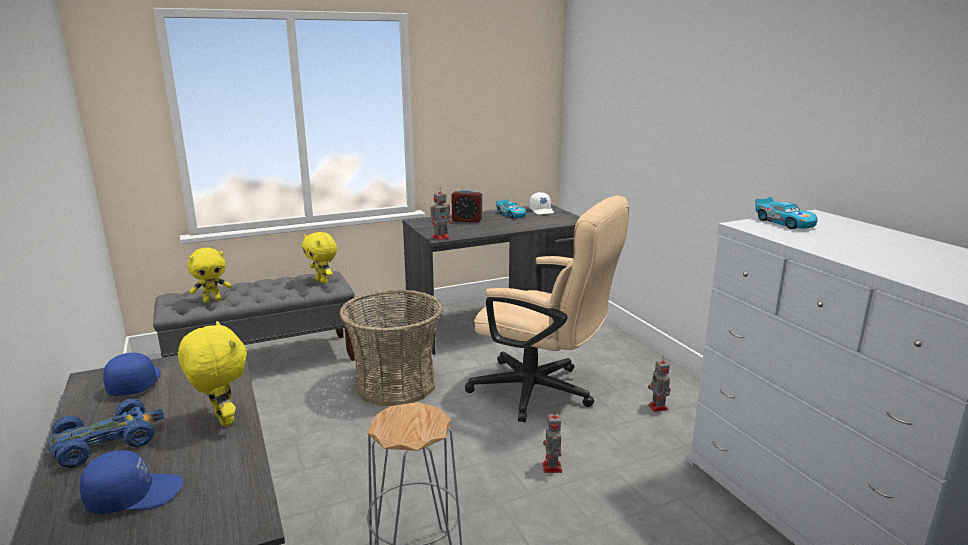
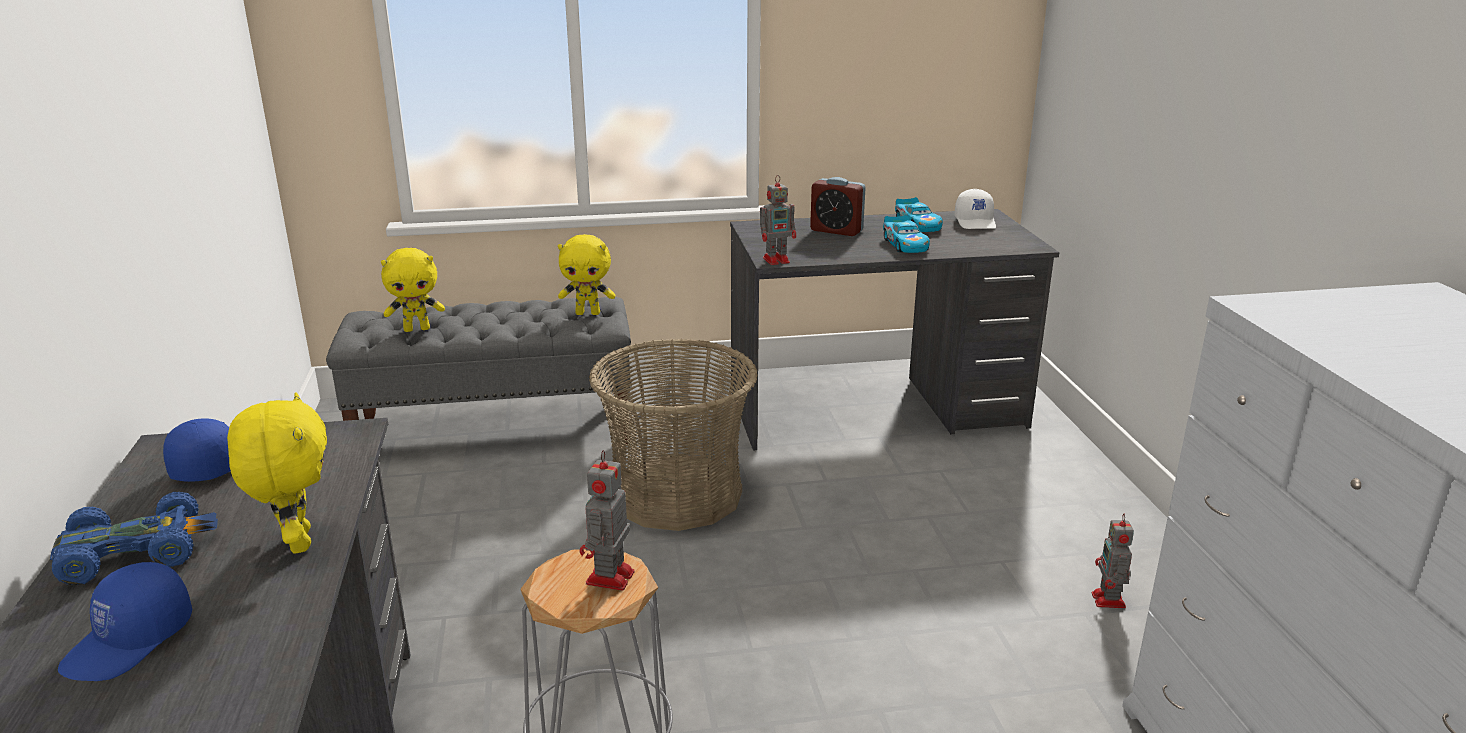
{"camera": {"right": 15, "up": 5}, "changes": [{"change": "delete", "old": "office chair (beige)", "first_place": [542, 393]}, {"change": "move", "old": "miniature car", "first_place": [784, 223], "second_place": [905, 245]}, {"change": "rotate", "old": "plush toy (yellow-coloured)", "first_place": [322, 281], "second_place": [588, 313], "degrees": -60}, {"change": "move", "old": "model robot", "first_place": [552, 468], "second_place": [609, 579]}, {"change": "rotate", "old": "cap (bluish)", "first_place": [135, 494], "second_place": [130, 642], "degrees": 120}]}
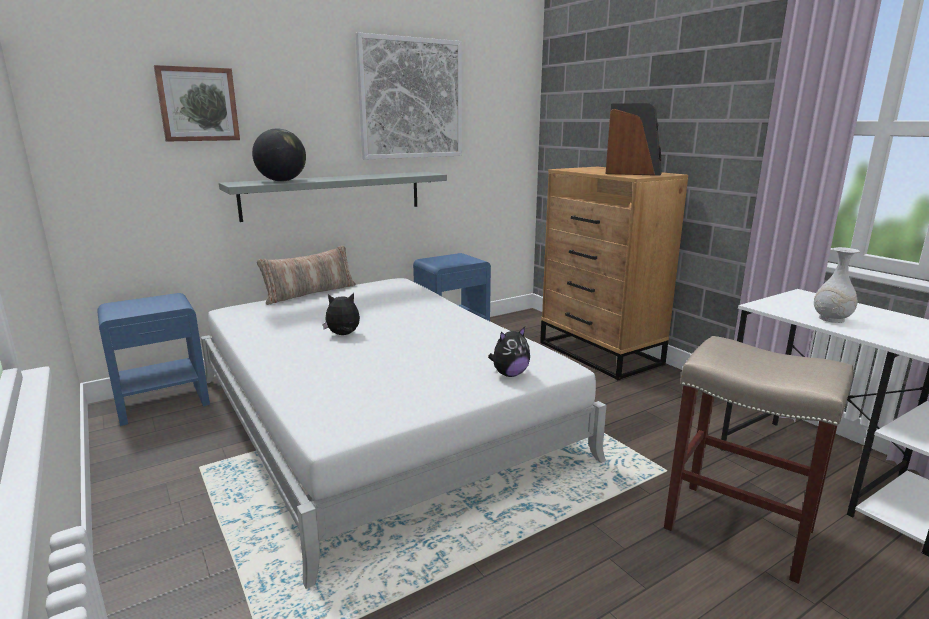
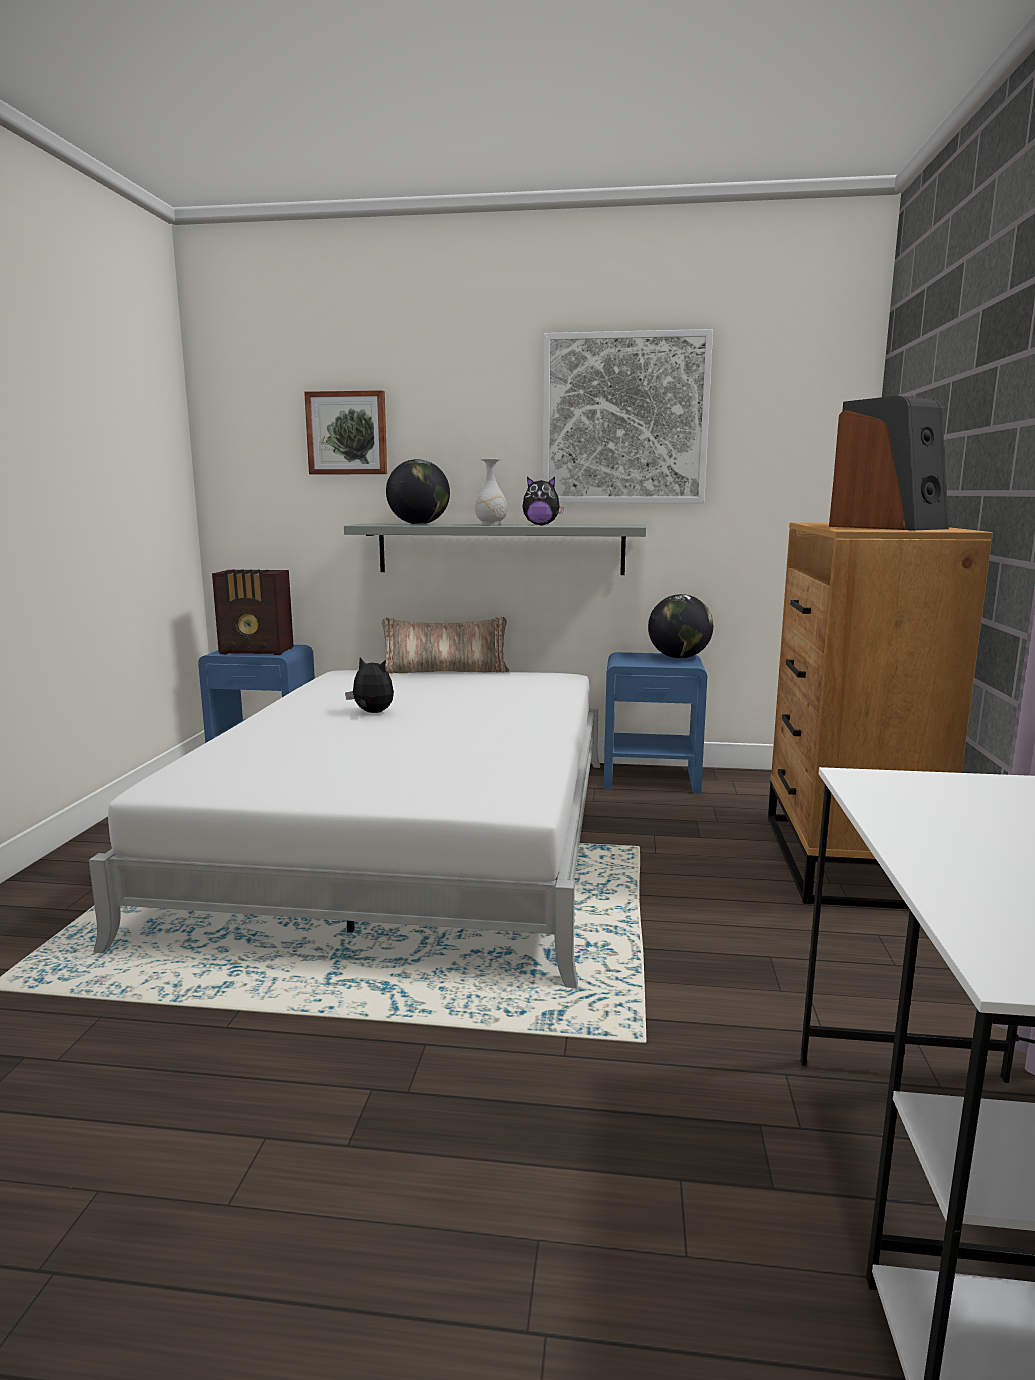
{"camera": {"right": 40, "up": -5}, "changes": [{"change": "move", "old": "vase (whitish)", "first_place": [831, 319], "second_place": [490, 524]}, {"change": "move", "old": "plush toy", "first_place": [509, 374], "second_place": [541, 525]}, {"change": "delete", "old": "sitting stool (beige)", "first_place": [736, 528]}, {"change": "insert", "new": "radio", "second_place": [257, 651]}, {"change": "insert", "new": "desk globe", "second_place": [679, 657]}]}
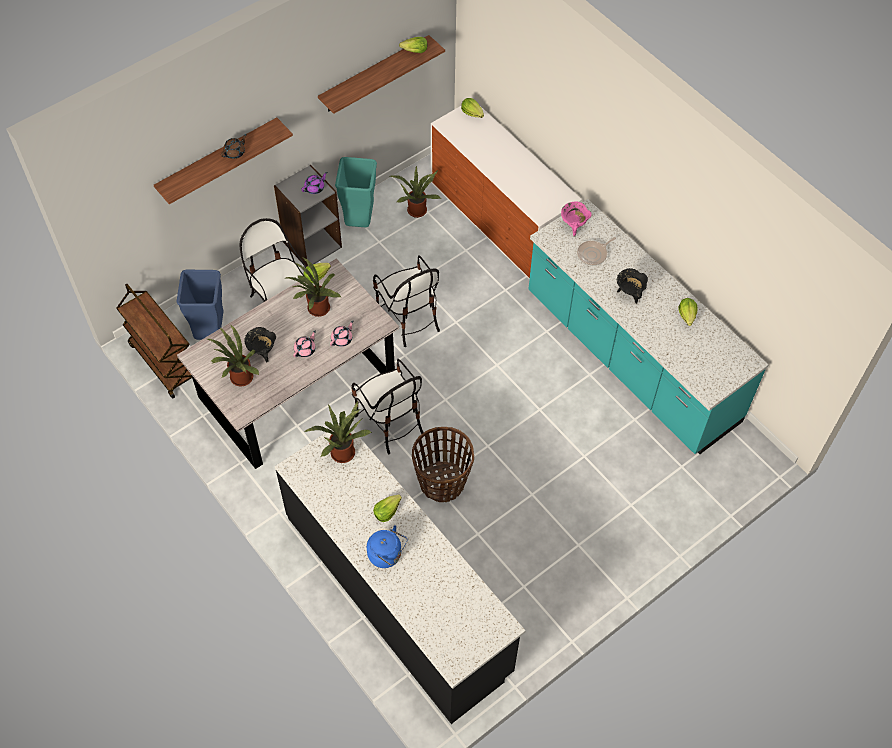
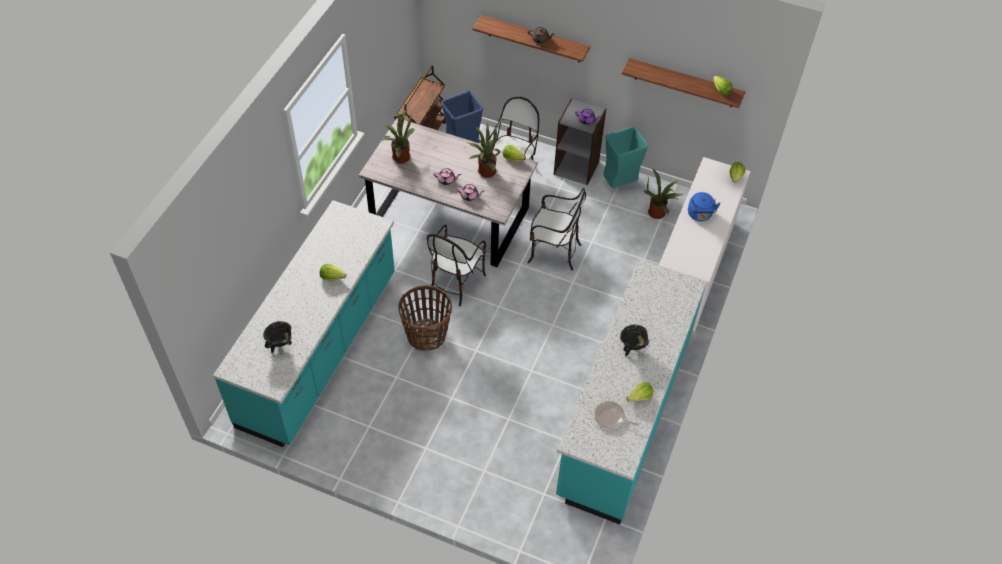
{"camera": {"right": 60, "up": -5}, "changes": [{"change": "delete", "old": "saucepot (pink-coloured)", "first_place": [573, 226]}, {"change": "move", "old": "frying pan", "first_place": [593, 254], "second_place": [611, 417]}, {"change": "rotate", "old": "upright chair", "first_place": [408, 319], "second_place": [553, 252], "degrees": -105}, {"change": "move", "old": "saucepot (blackish)", "first_place": [262, 352], "second_place": [280, 344]}, {"change": "delete", "old": "houseplant", "first_place": [342, 450]}, {"change": "recolor", "old": "kitchen counter (blackish)", "new": "kitchen counter (turquoise-coloured)", "first_place": [398, 593], "second_place": [320, 349]}, {"change": "move", "old": "water kettle (bluish)", "first_place": [387, 555], "second_place": [700, 215]}]}
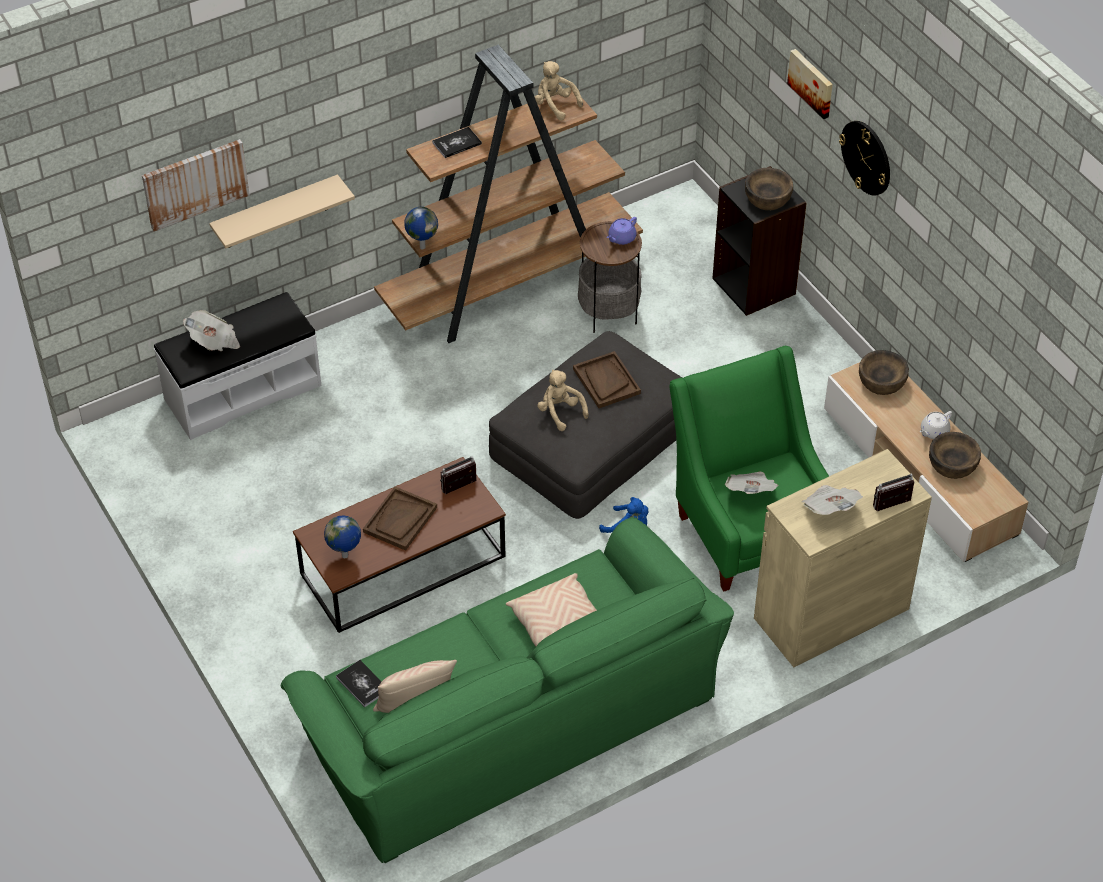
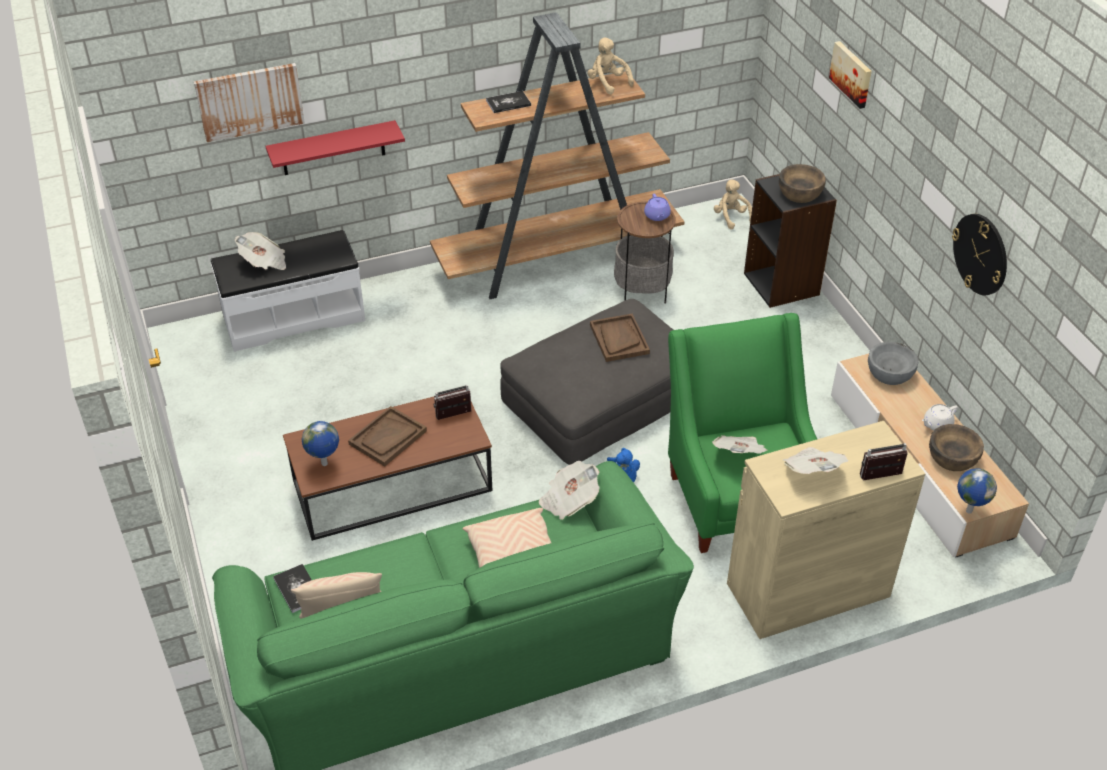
{"camera": {"right": 10, "up": -5}, "changes": [{"change": "move", "old": "hanging clock", "first_place": [866, 157], "second_place": [980, 254]}, {"change": "recolor", "old": "shelf (beige)", "new": "shelf (reddish)", "first_place": [275, 213], "second_place": [333, 148]}, {"change": "move", "old": "desk globe", "first_place": [422, 247], "second_place": [968, 510]}, {"change": "rotate", "old": "teapot (purple)", "first_place": [621, 238], "second_place": [657, 216], "degrees": -60}, {"change": "recolor", "old": "serving bowl (brownish)", "new": "serving bowl (grey)", "first_place": [881, 382], "second_place": [889, 373]}, {"change": "move", "old": "plush toy (beige)", "first_place": [560, 412], "second_place": [731, 217]}, {"change": "insert", "new": "printed paper", "second_place": [569, 500]}]}
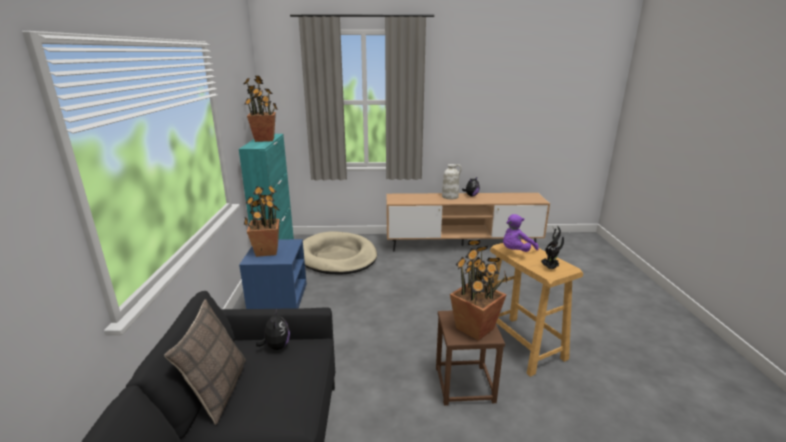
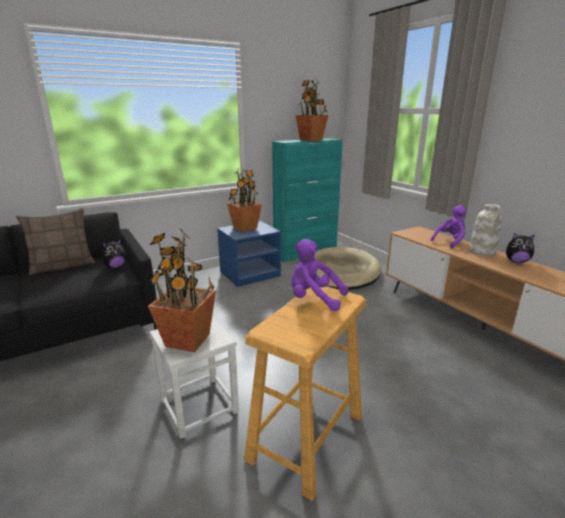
{"camera": {"right": 60, "up": 0}, "changes": [{"change": "delete", "old": "houseplant", "first_place": [550, 268]}, {"change": "recolor", "old": "sitting stool (brownish)", "new": "sitting stool (whitish)", "first_place": [464, 384], "second_place": [199, 405]}, {"change": "insert", "new": "plush toy (purple)", "second_place": [450, 241]}]}
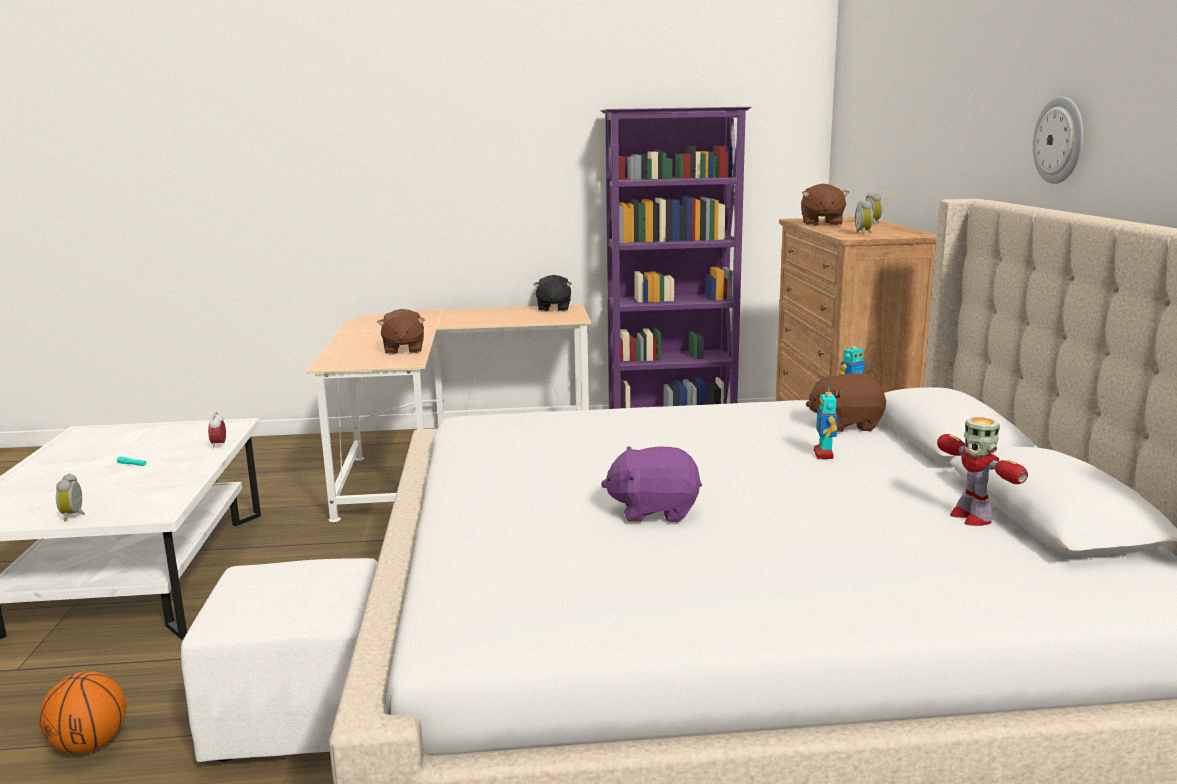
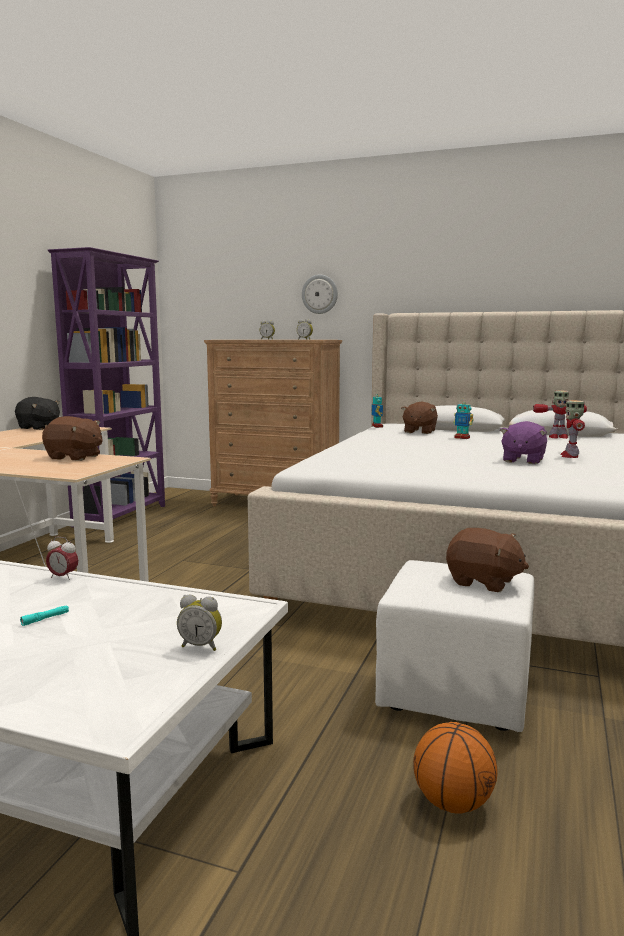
{"camera": {"right": -65, "up": -5}, "changes": [{"change": "move", "old": "hanging clock", "first_place": [1060, 140], "second_place": [320, 294]}, {"change": "move", "old": "plush toy (brownish)", "first_place": [821, 224], "second_place": [483, 582]}, {"change": "insert", "new": "model robot", "second_place": [570, 456]}]}
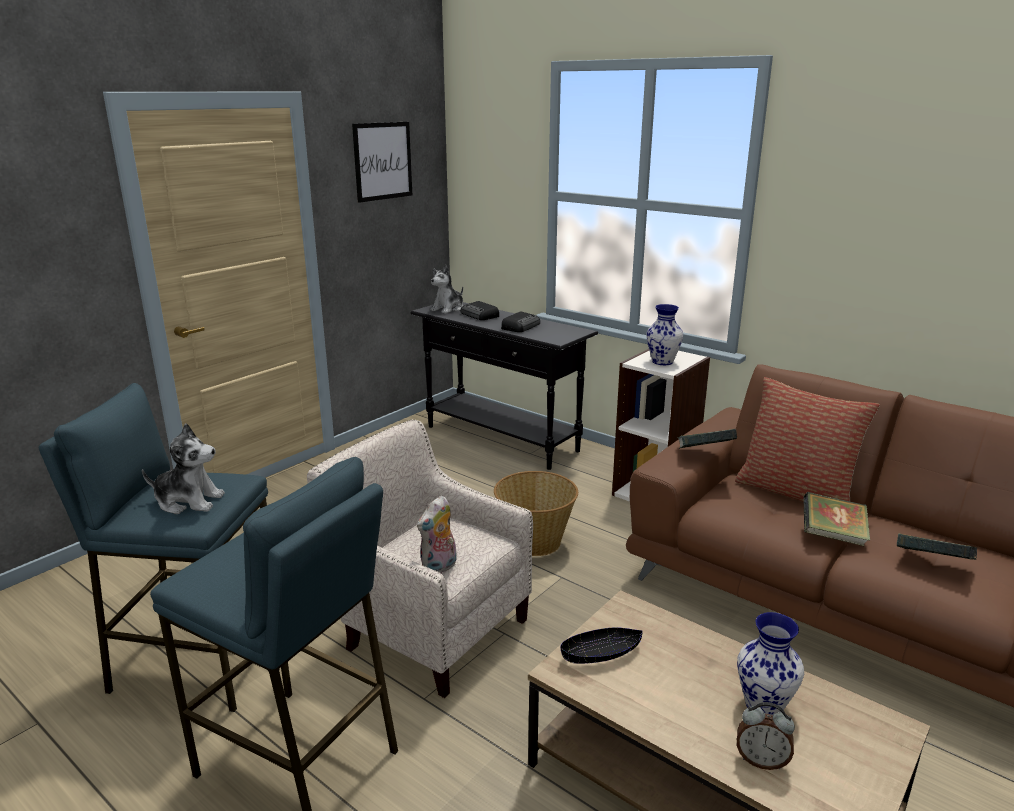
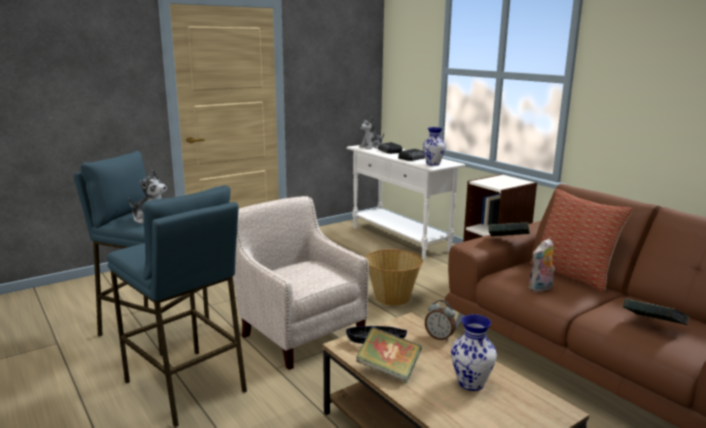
{"camera": {"right": 15, "up": -5}, "changes": [{"change": "delete", "old": "wall picture", "first_place": [383, 161]}, {"change": "recolor", "old": "hall table (blackish)", "new": "hall table (whitish)", "first_place": [501, 439], "second_place": [399, 239]}, {"change": "move", "old": "vase", "first_place": [662, 362], "second_place": [433, 164]}, {"change": "move", "old": "book", "first_place": [832, 536], "second_place": [388, 370]}, {"change": "move", "old": "plush toy", "first_place": [439, 568], "second_place": [540, 288]}, {"change": "move", "old": "alarm clock", "first_place": [761, 760], "second_place": [439, 337]}]}
